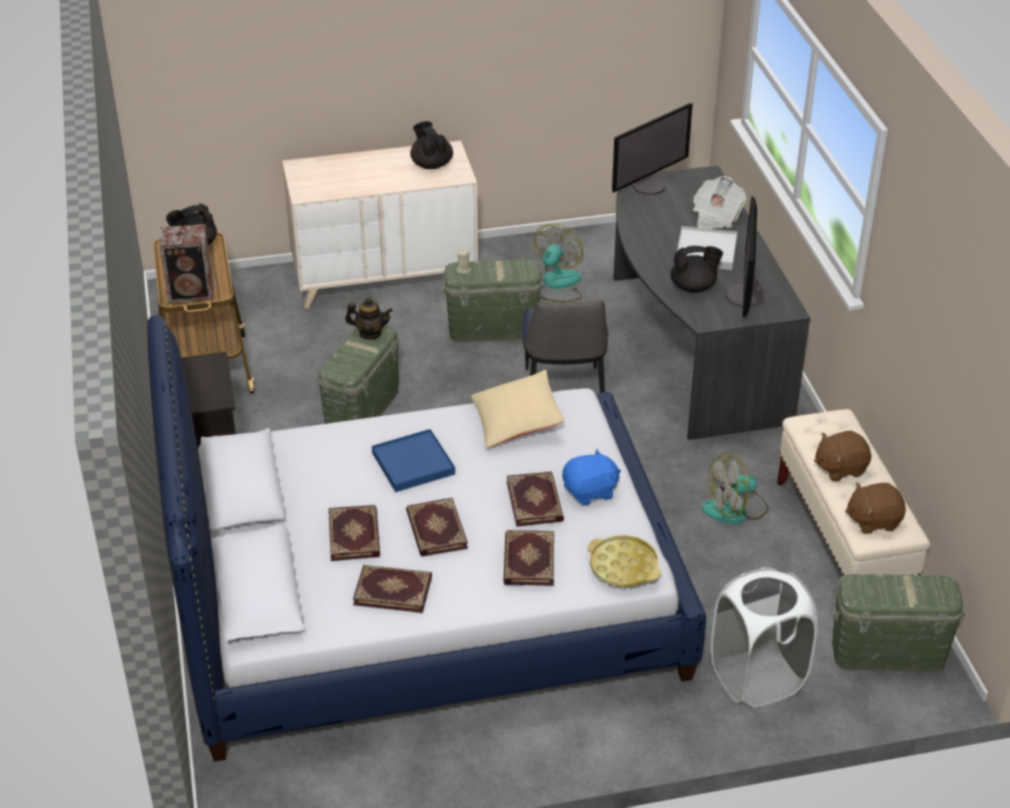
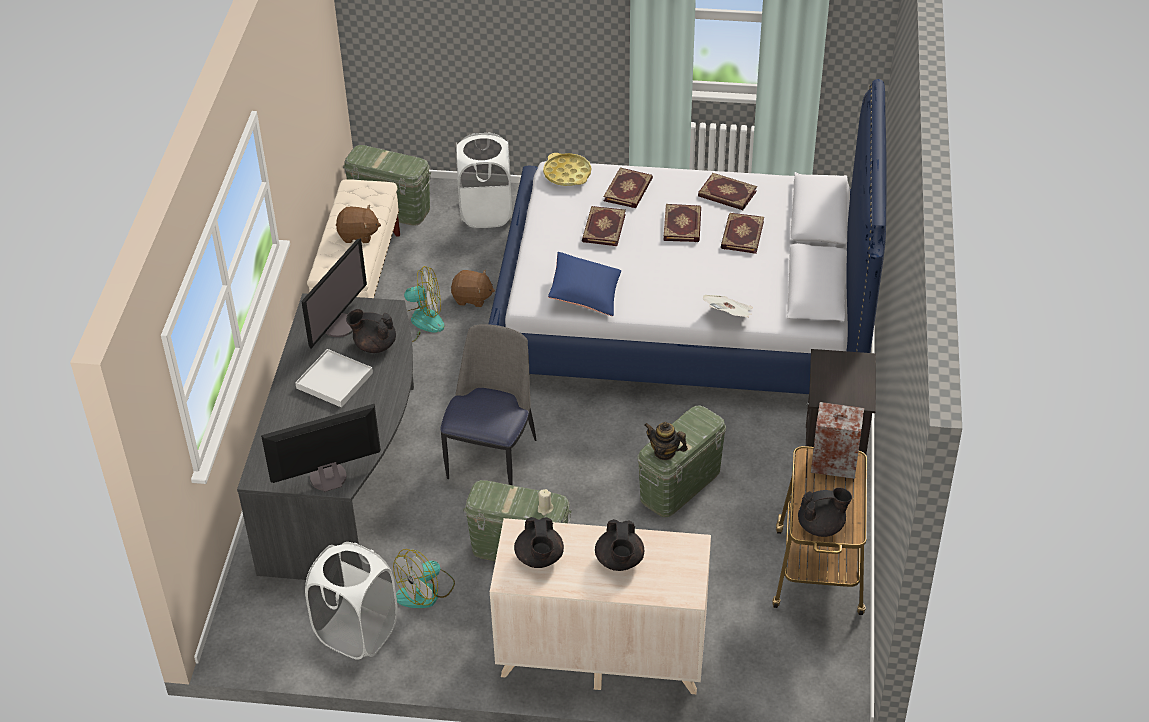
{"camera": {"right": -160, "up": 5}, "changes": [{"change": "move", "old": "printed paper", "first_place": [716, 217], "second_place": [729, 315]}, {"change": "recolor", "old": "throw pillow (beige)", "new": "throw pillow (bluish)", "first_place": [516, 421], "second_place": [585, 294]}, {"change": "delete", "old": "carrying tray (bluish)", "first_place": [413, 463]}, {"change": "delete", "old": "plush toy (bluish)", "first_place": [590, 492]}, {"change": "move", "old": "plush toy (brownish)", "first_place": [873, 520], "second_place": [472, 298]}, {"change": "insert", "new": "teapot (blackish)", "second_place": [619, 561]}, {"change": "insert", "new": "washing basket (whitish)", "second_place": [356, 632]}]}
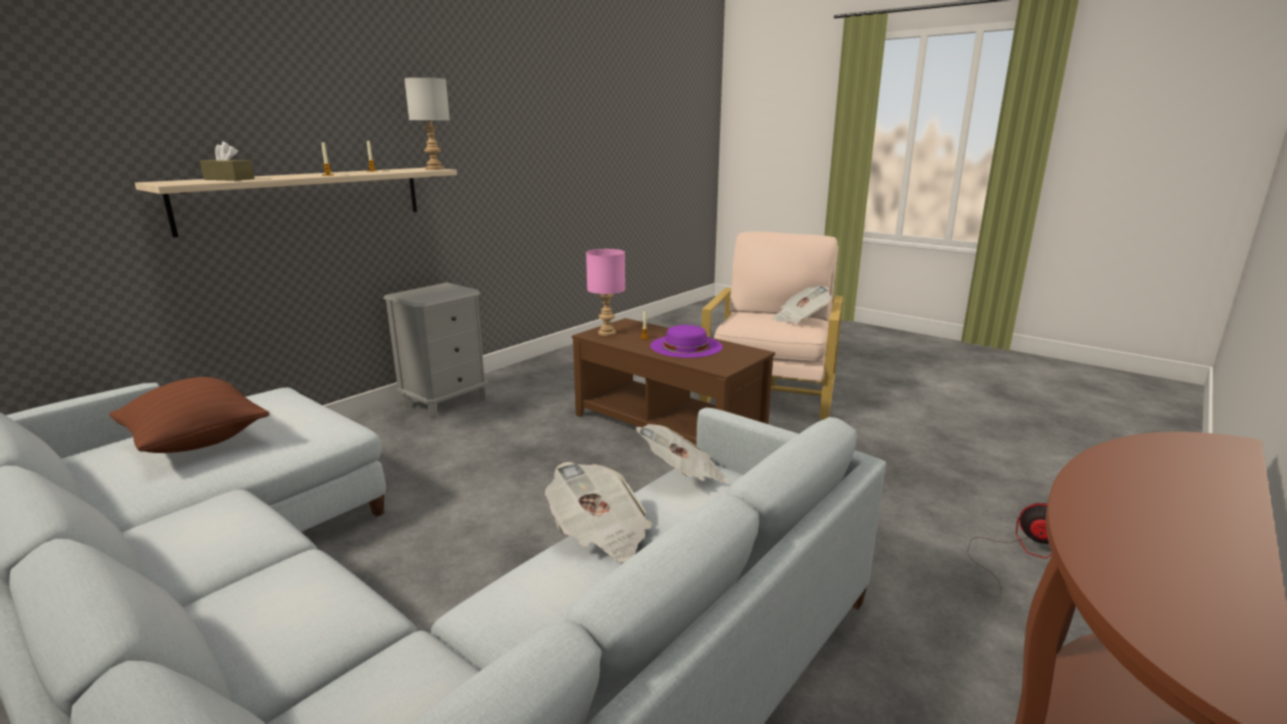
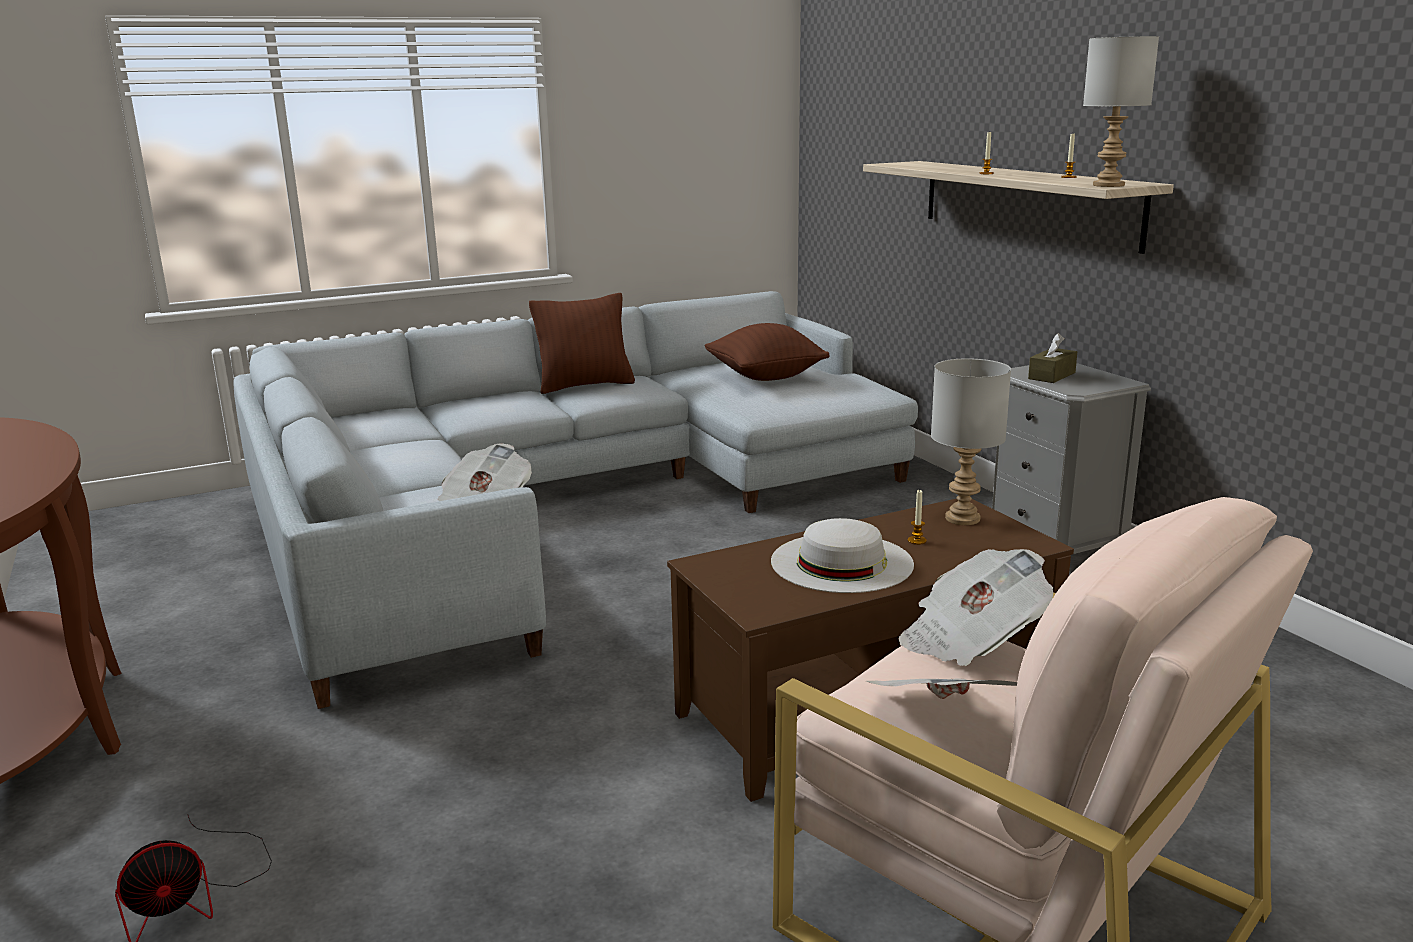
{"camera": {"right": 115, "up": 0}, "changes": [{"change": "move", "old": "tissue box (brownish)", "first_place": [229, 179], "second_place": [1051, 375]}, {"change": "recolor", "old": "table lamp (pink-coloured)", "new": "table lamp (grey)", "first_place": [607, 333], "second_place": [964, 519]}, {"change": "recolor", "old": "clothing hat (purple)", "new": "clothing hat (whitish)", "first_place": [686, 346], "second_place": [842, 562]}, {"change": "move", "old": "printed paper", "first_place": [600, 534], "second_place": [970, 640]}, {"change": "insert", "new": "throw pillow (brownish)", "second_place": [585, 385]}]}
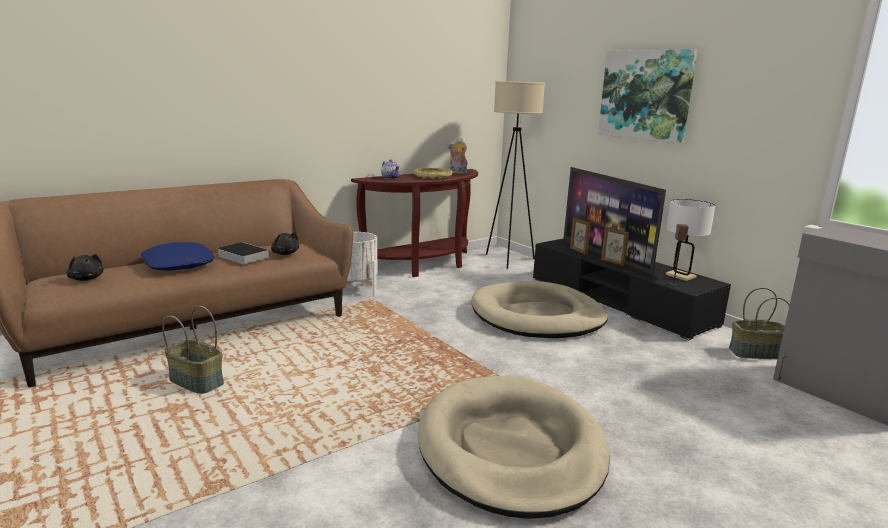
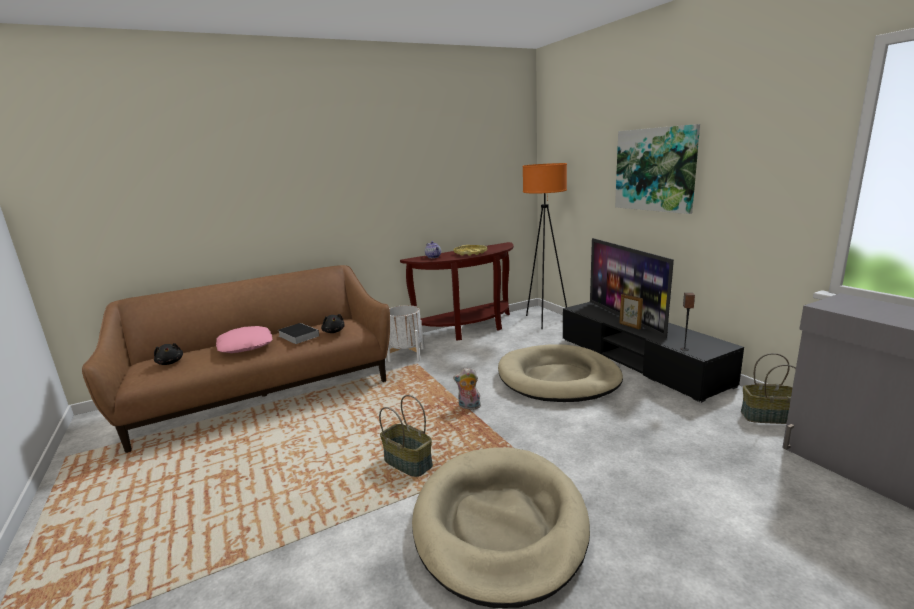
{"camera": {"right": 10, "up": 0}, "changes": [{"change": "recolor", "old": "standard lamp (beige)", "new": "standard lamp (orange-coloured)", "first_place": [508, 260], "second_place": [545, 320]}, {"change": "move", "old": "plush toy", "first_place": [457, 173], "second_place": [469, 407]}, {"change": "delete", "old": "table lamp (whitish)", "first_place": [680, 276]}, {"change": "delete", "old": "photo frame", "first_place": [578, 251]}, {"change": "recolor", "old": "throw pillow (bluish)", "new": "throw pillow (pink-coloured)", "first_place": [179, 264], "second_place": [246, 345]}, {"change": "move", "old": "storage basket", "first_place": [197, 382], "second_place": [409, 463]}]}
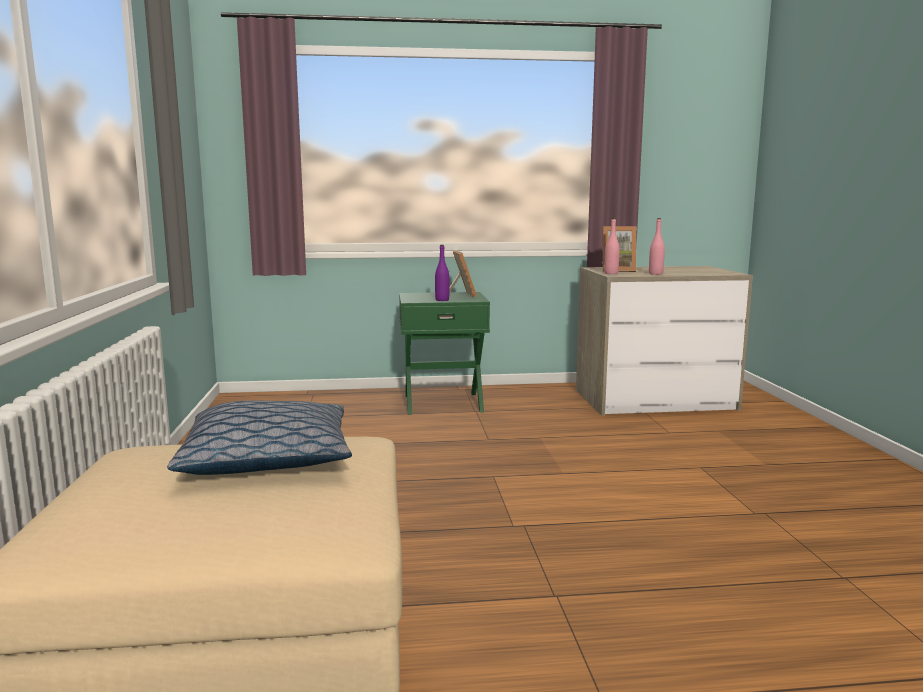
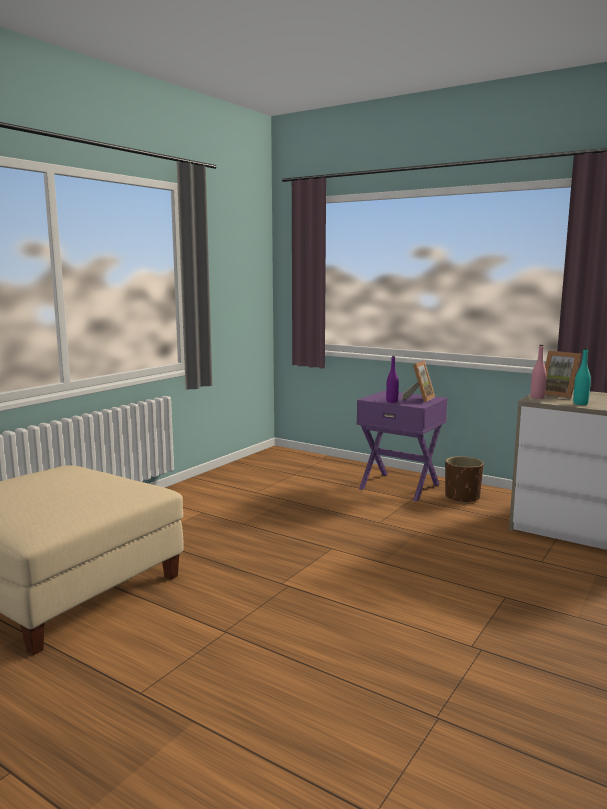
{"camera": {"right": 40, "up": 0}, "changes": [{"change": "recolor", "old": "bottle (pink-coloured)", "new": "bottle (turquoise-coloured)", "first_place": [655, 274], "second_place": [580, 403]}, {"change": "recolor", "old": "bedside table (green)", "new": "bedside table (purple)", "first_place": [443, 402], "second_place": [400, 486]}, {"change": "delete", "old": "throw pillow", "first_place": [268, 459]}, {"change": "insert", "new": "plant pot (brownish)", "second_place": [462, 498]}]}
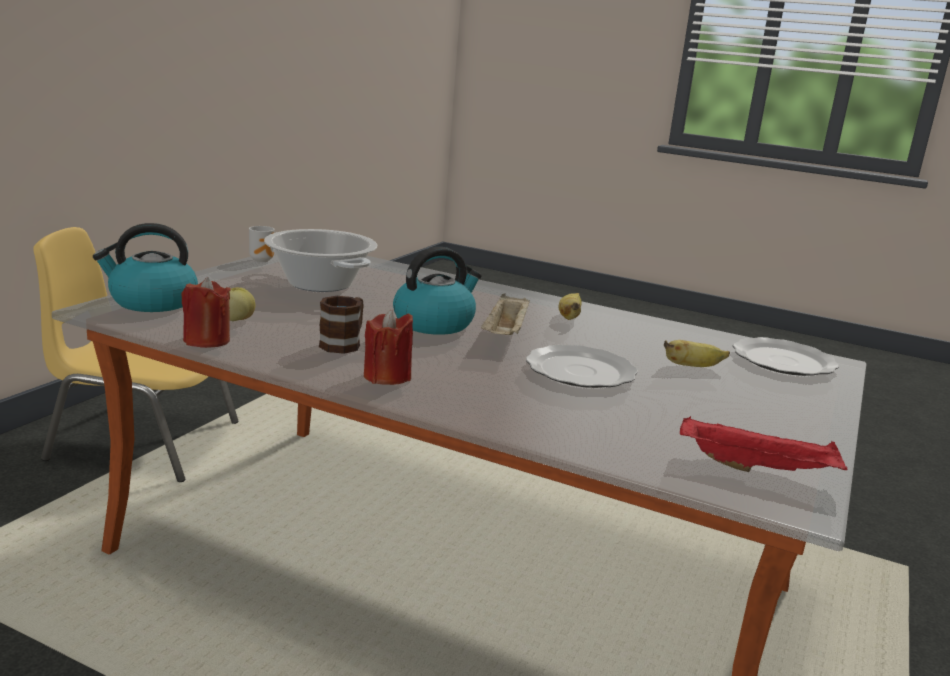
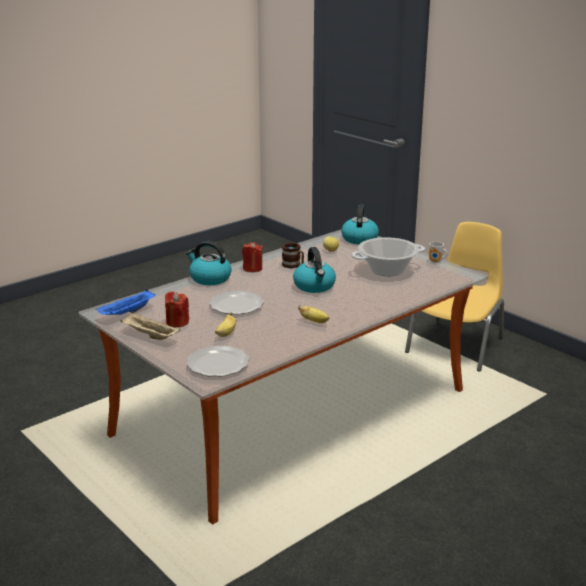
{"camera": {"right": 115, "up": 5}, "changes": [{"change": "move", "old": "candle (reddish)", "first_place": [206, 340], "second_place": [177, 322]}, {"change": "move", "old": "carrying tray (beige)", "first_place": [505, 334], "second_place": [149, 335]}, {"change": "recolor", "old": "carrying tray (reddish)", "new": "carrying tray (bluish)", "first_place": [758, 469], "second_place": [127, 313]}, {"change": "insert", "new": "water kettle", "second_place": [209, 278]}]}
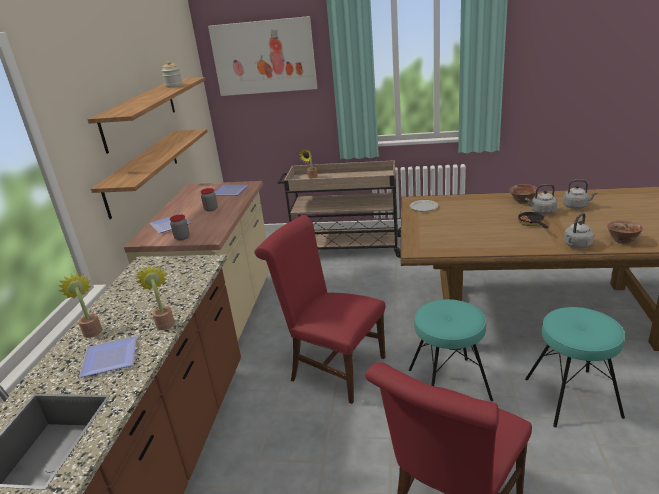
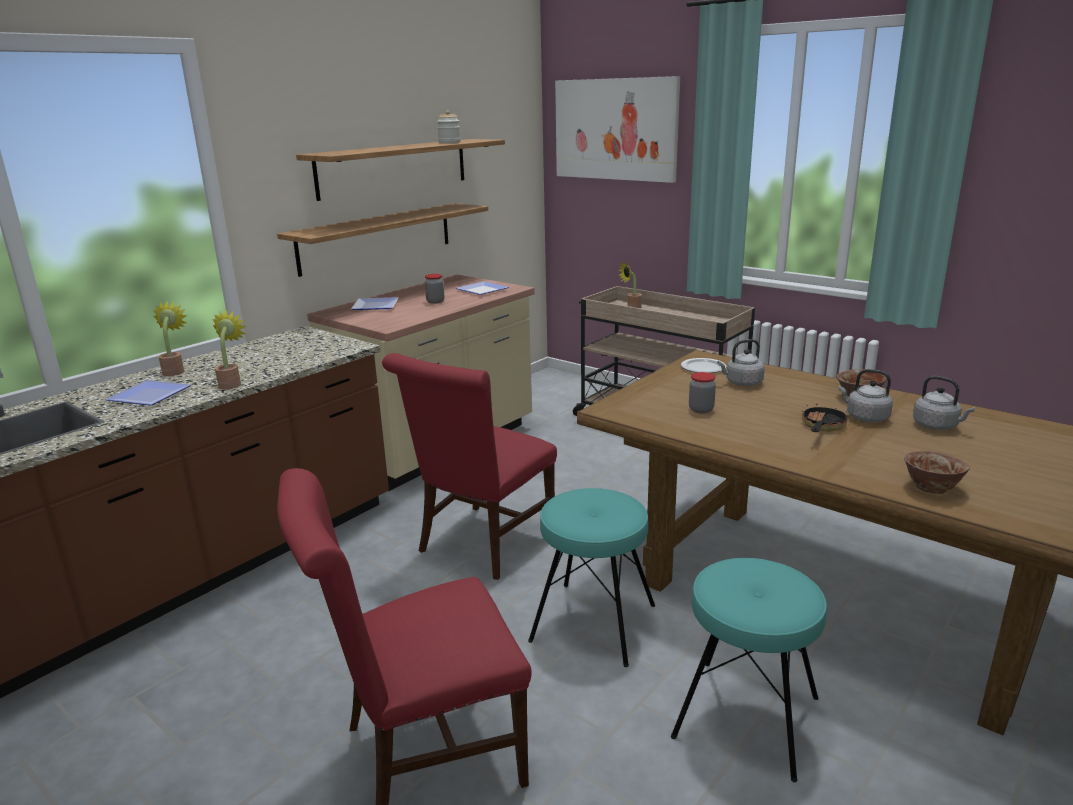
{"camera": {"right": 30, "up": -5}, "changes": [{"change": "move", "old": "water kettle (grey)", "first_place": [576, 245], "second_place": [742, 383]}, {"change": "move", "old": "storage jar", "first_place": [182, 238], "second_place": [701, 409]}, {"change": "rotate", "old": "upright chair (reddish)", "first_place": [332, 367], "second_place": [481, 545], "degrees": -120}]}
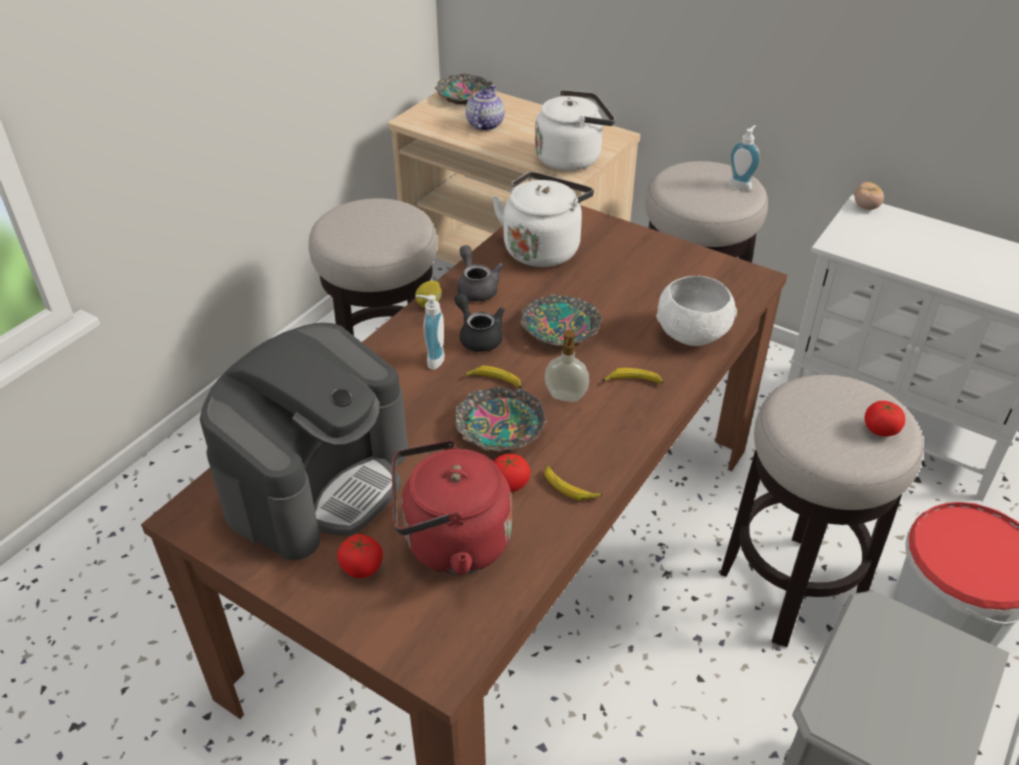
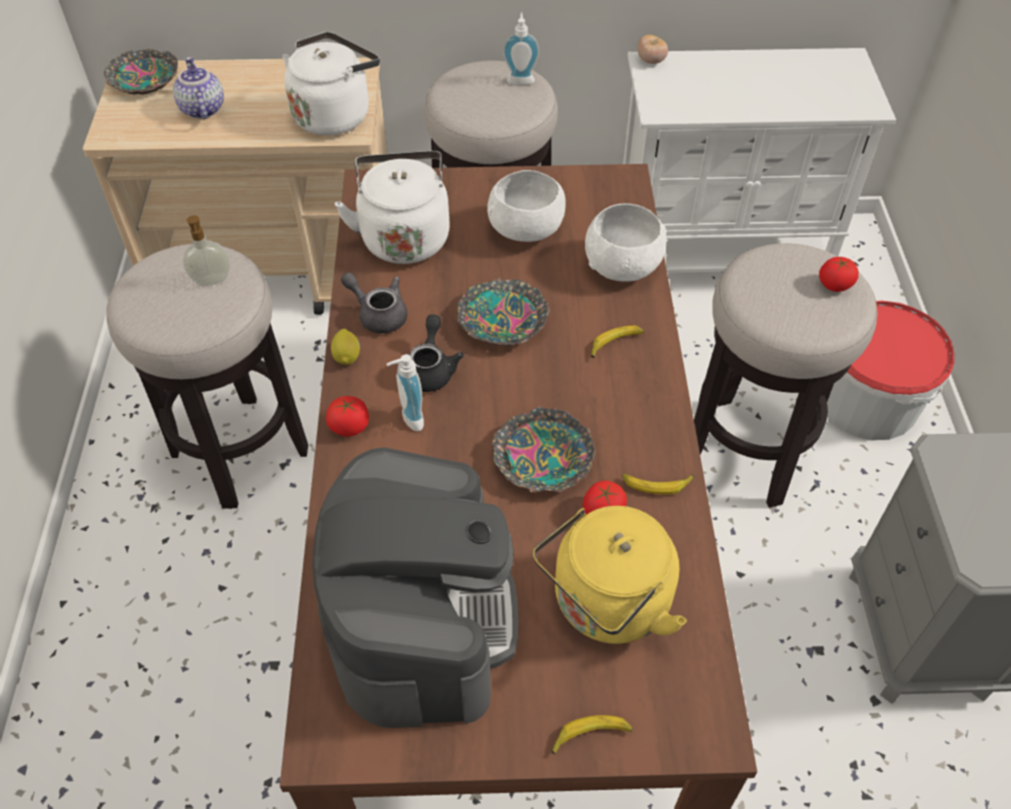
{"camera": {"right": -35, "up": 10}, "changes": [{"change": "rotate", "old": "teapot (blackish)", "first_place": [478, 336], "second_place": [431, 369], "degrees": 75}, {"change": "move", "old": "liquid soap bottle", "first_place": [565, 397], "second_place": [212, 281]}, {"change": "move", "old": "banana", "first_place": [495, 381], "second_place": [591, 737]}, {"change": "recolor", "old": "water kettle (reddish)", "new": "water kettle (yellow-coloured)", "first_place": [450, 543], "second_place": [606, 605]}, {"change": "move", "old": "whole tomato", "first_place": [361, 567], "second_place": [349, 426]}, {"change": "insert", "new": "serving bowl (whitish)", "second_place": [525, 231]}]}
